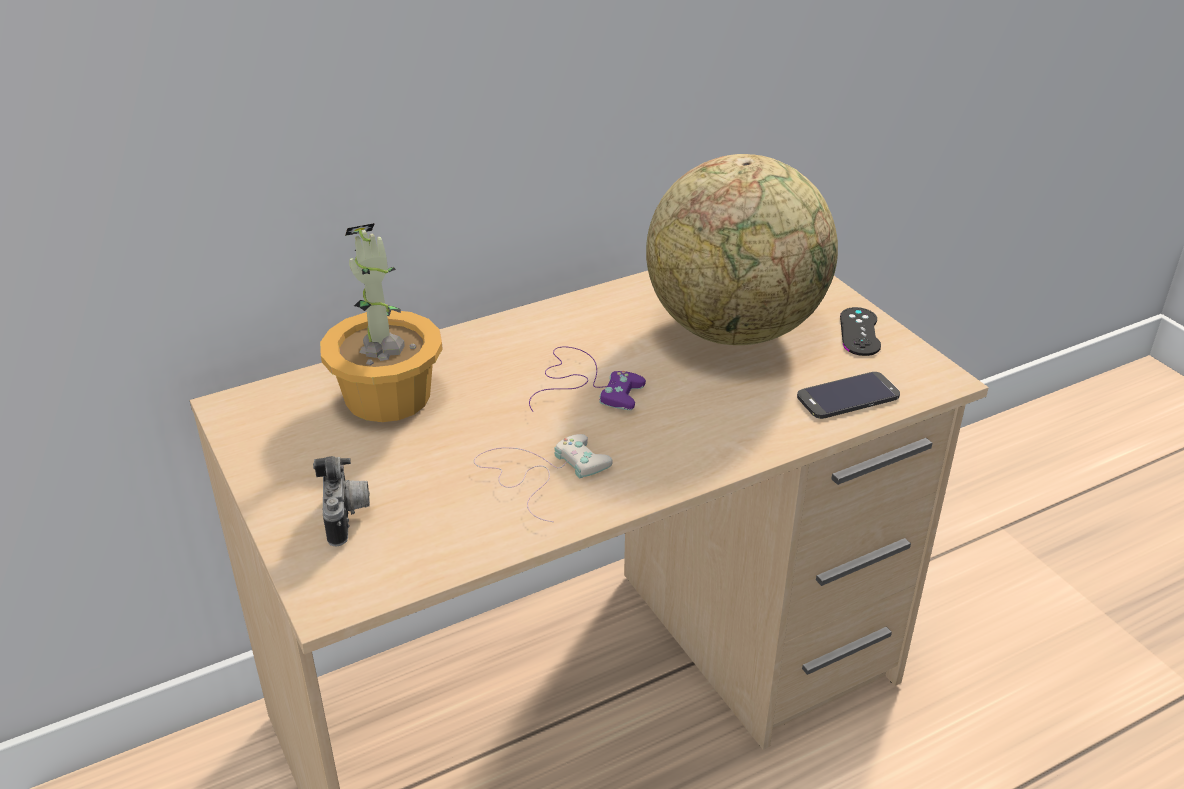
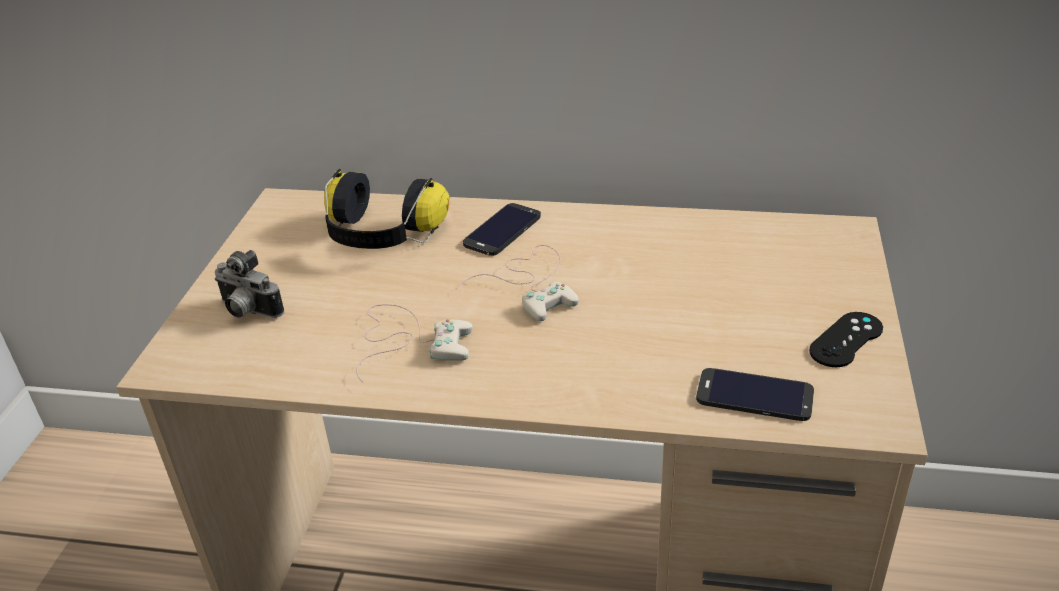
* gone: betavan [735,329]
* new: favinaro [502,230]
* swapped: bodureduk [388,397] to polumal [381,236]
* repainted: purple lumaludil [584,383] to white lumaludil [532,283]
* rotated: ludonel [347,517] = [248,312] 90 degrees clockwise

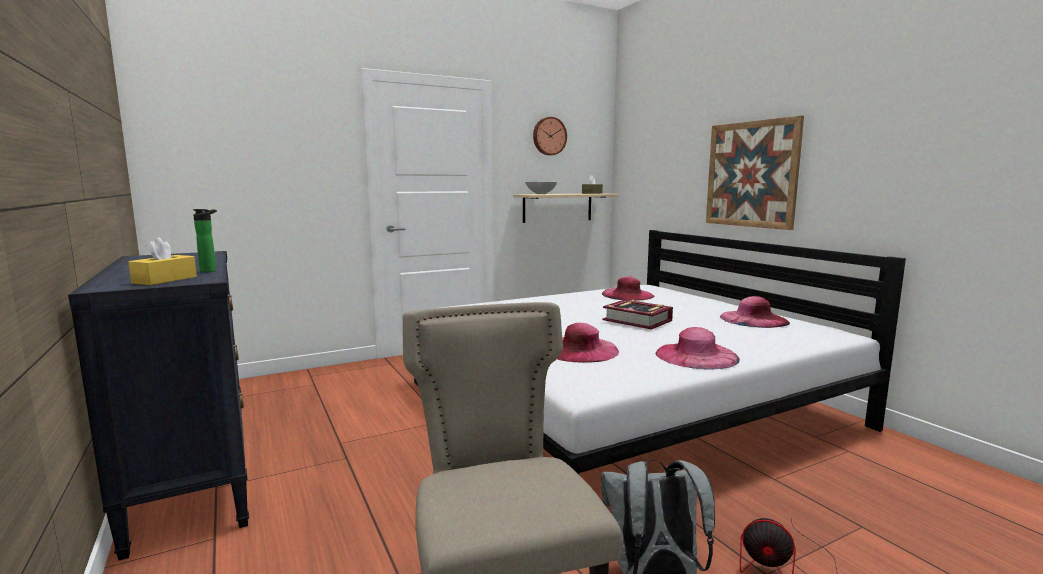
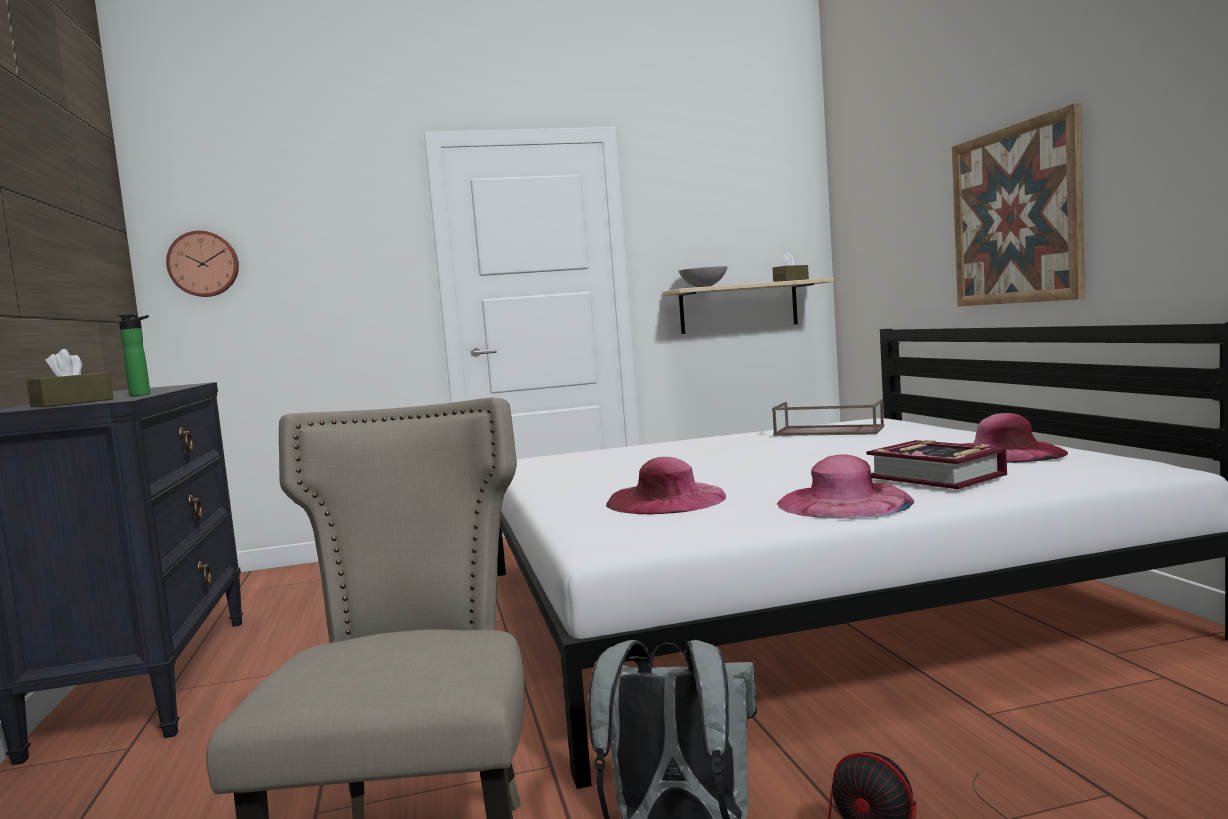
* shifted: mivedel [549,136] to [203,264]
* shifted: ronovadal [637,320] to [936,476]
* swapped: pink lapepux [627,295] to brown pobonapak [827,431]
* repainted: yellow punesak [165,280] to brown punesak [72,403]

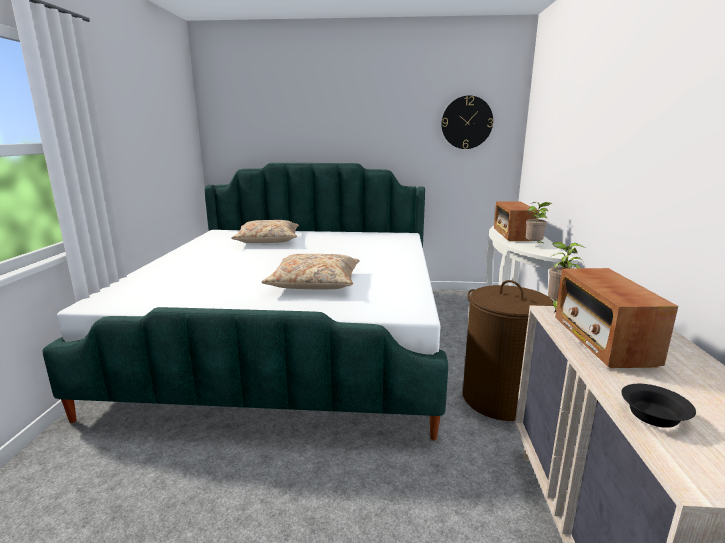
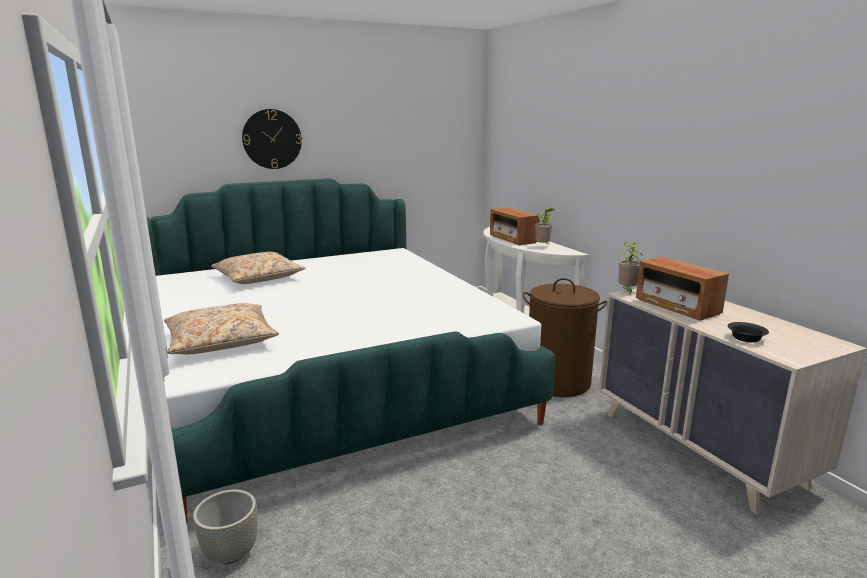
* new: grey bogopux [231,553]
* shifted: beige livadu [315,283] to [221,341]
* shifted: mivedel [466,122] to [272,139]

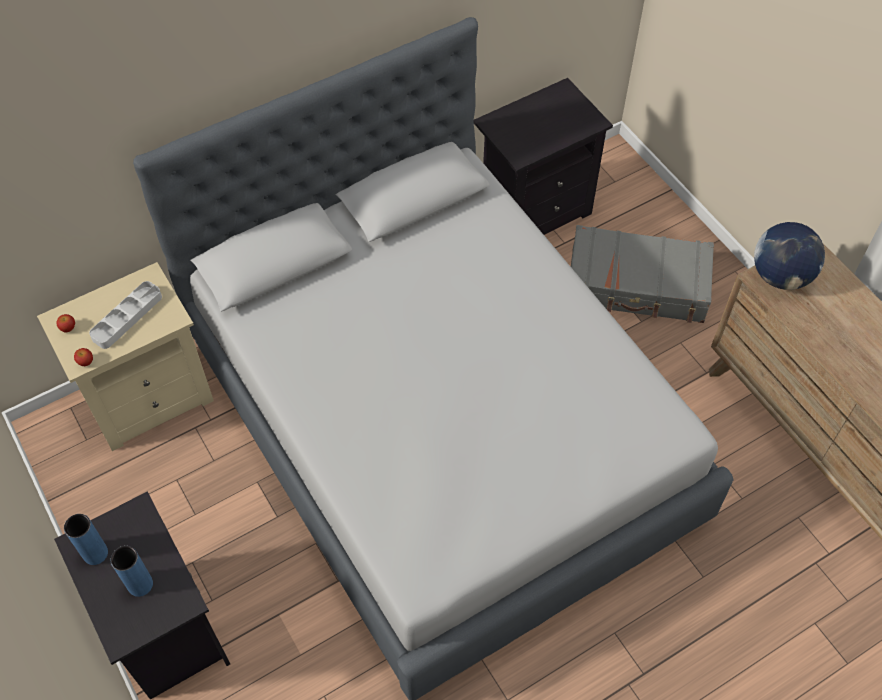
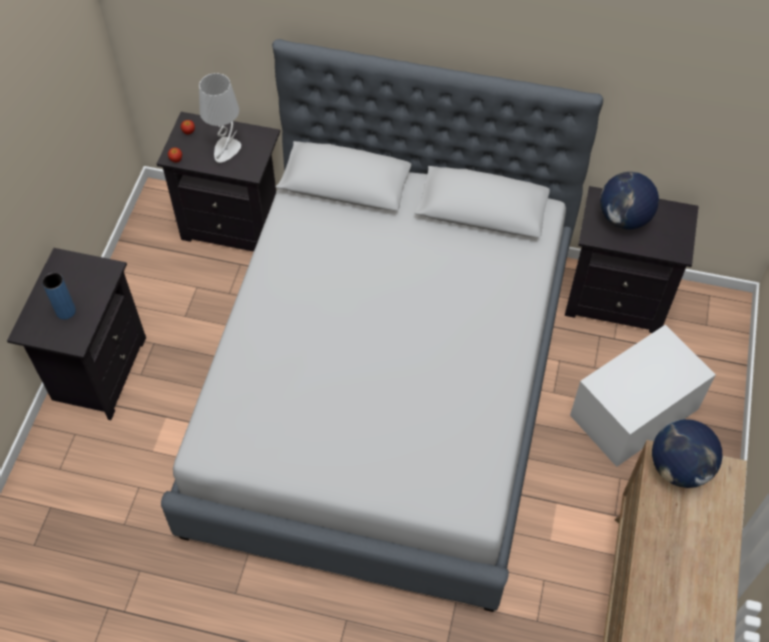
* gone: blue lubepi [95,553]
* new: betavan [624,218]
* swapped: grey pobonapak [127,317] to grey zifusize [226,150]
* swapped: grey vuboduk [637,285] to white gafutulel [634,412]
* repainted: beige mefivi [149,398] to black mefivi [234,224]

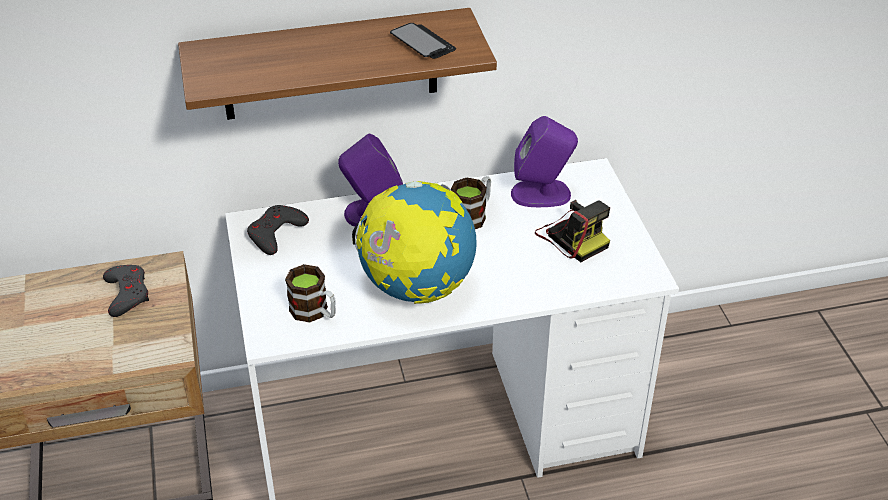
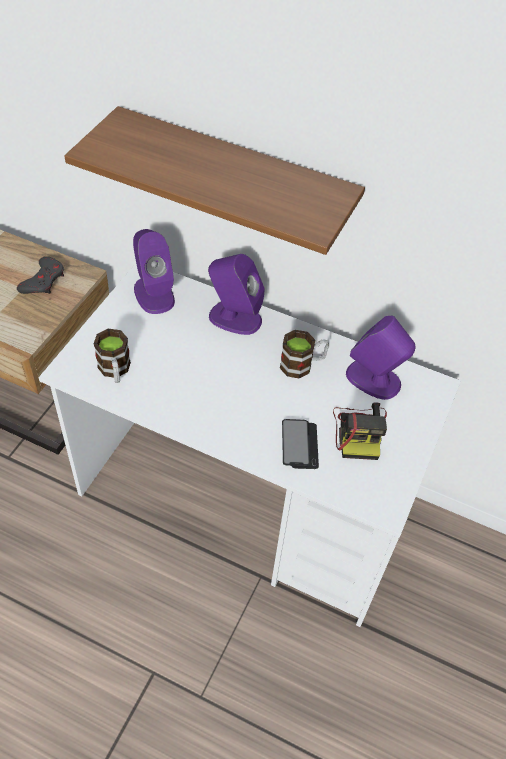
* gone: betavan [416,287]
* shifted: favinaro [422,43] to [299,445]
* swapped: grey lumaludil [276,233] to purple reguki [154,294]

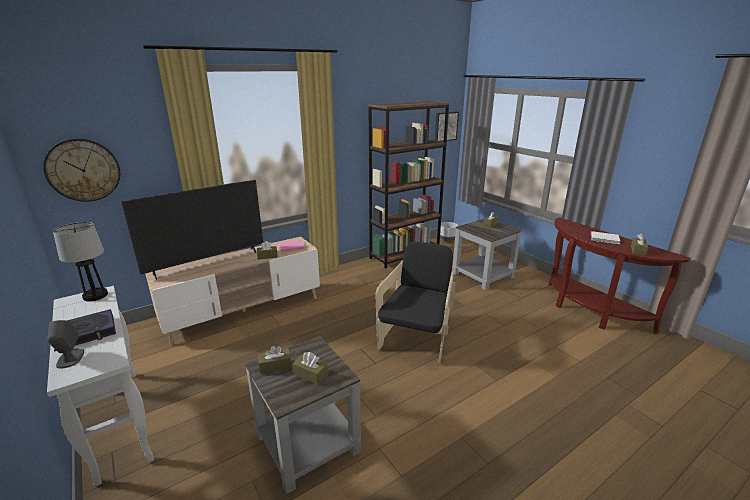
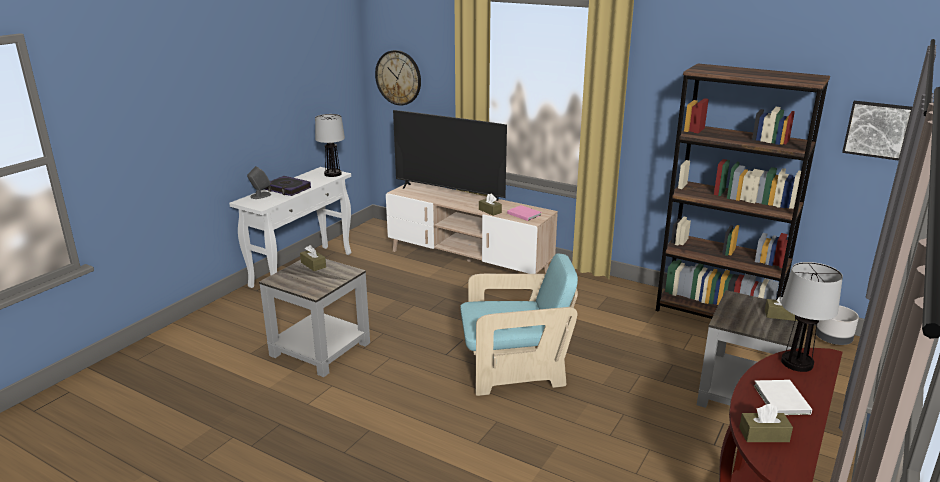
* gone: brown punesak [310,374]
* new: zifusize [796,363]
* repainted: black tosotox [416,337] to turquoise tosotox [514,370]

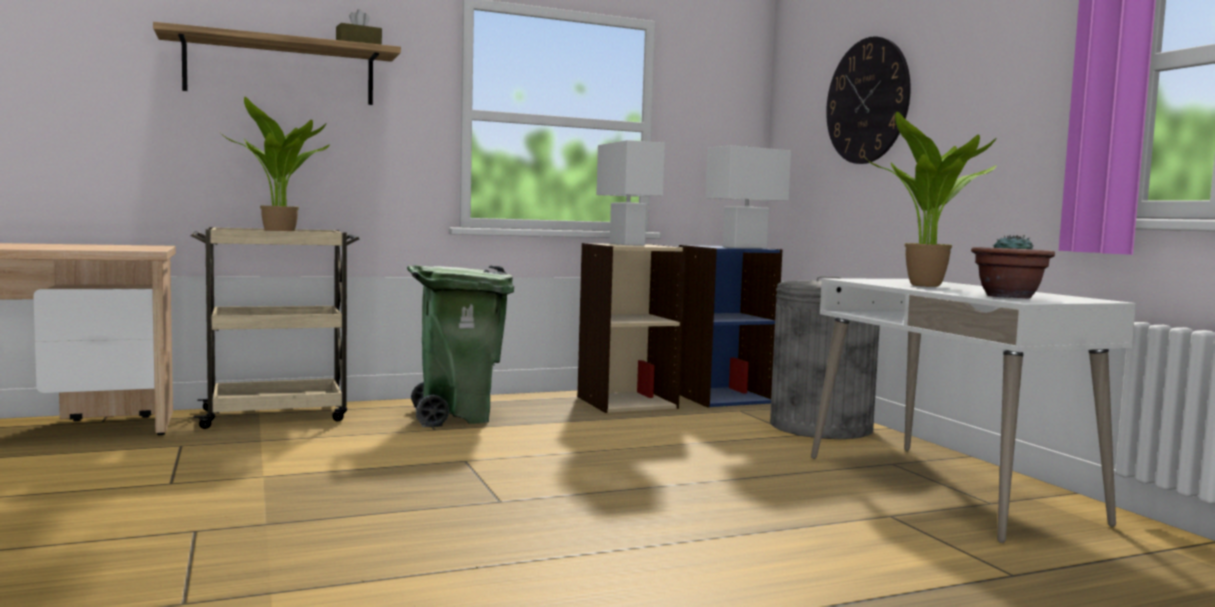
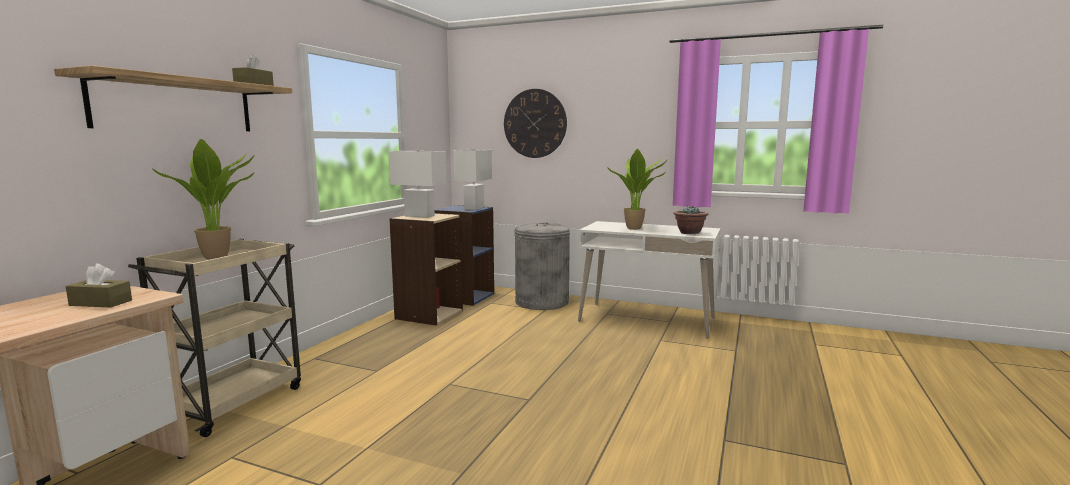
* gone: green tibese [455,417]
* new: brown punesak [101,303]

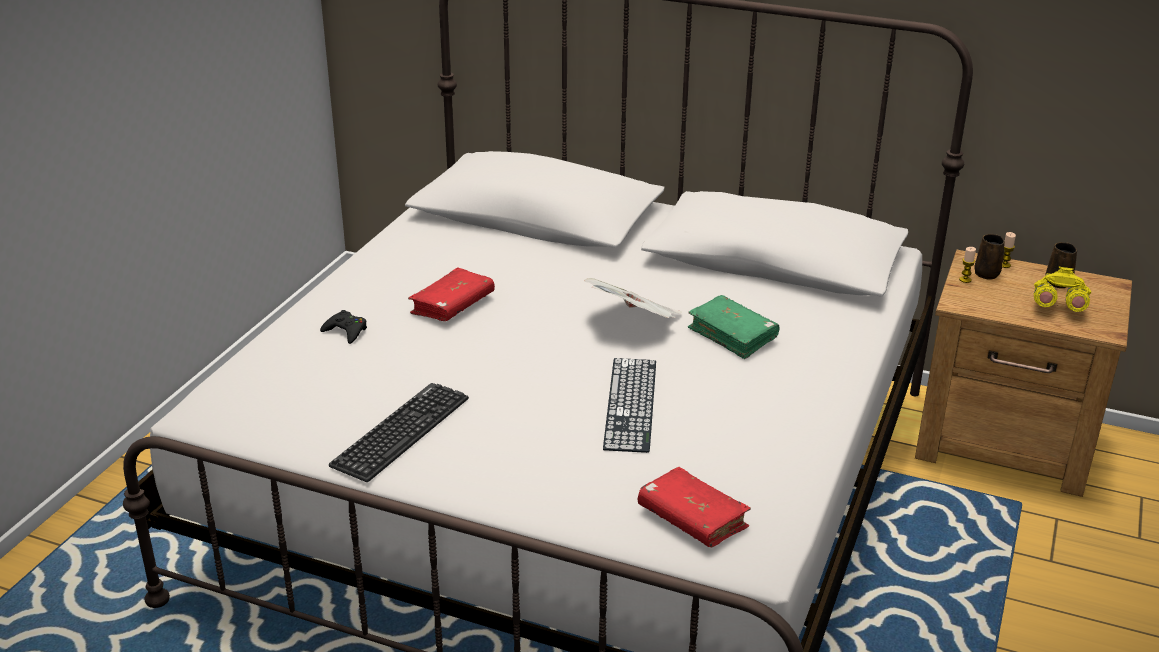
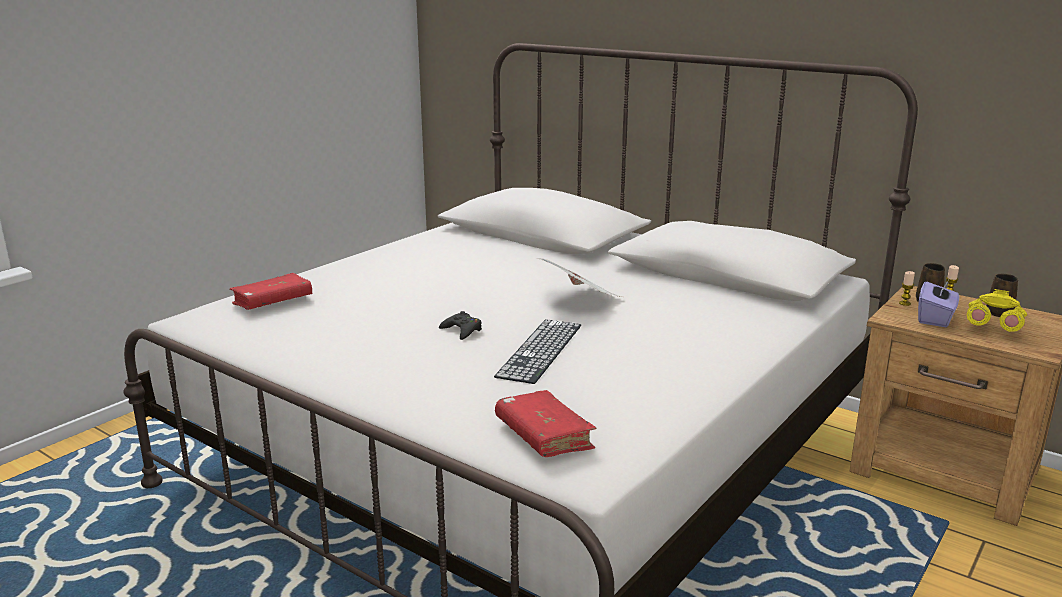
* gone: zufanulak [401,432]
* gone: green ronovadal [732,335]
* new: purple punesak [935,318]
* shifted: black lumaludil [346,331] to [462,330]
* shifted: red ronovadal [452,305] to [273,302]

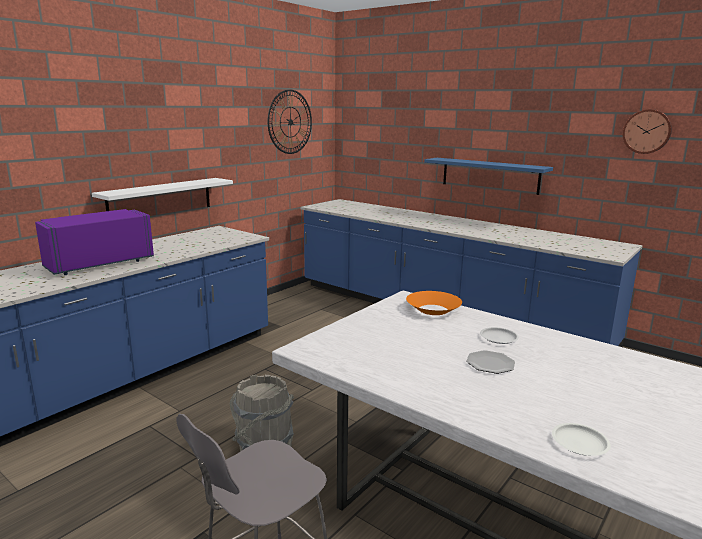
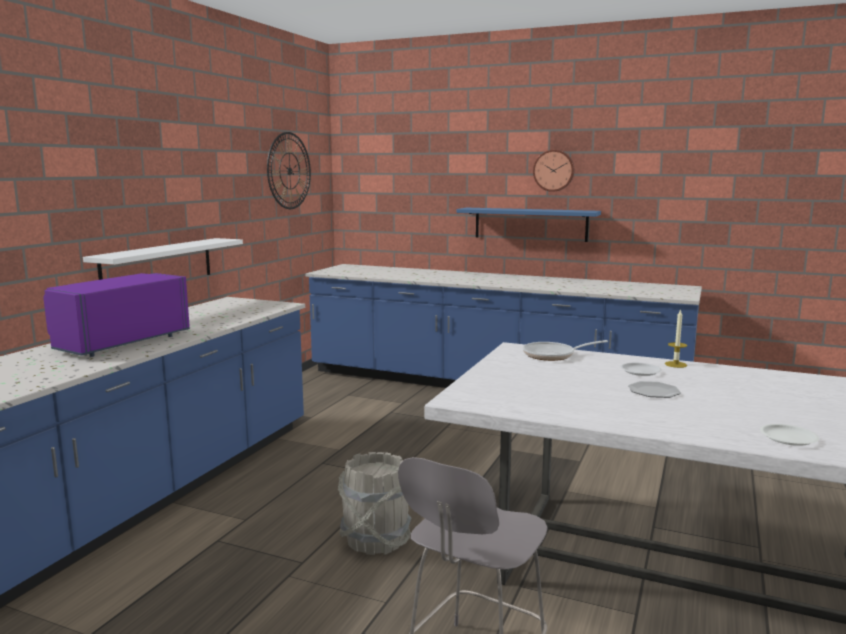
* new: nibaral [675,364]
* shifted: mivedel [647,131] to [554,170]
* swapped: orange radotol [433,309] to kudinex [553,355]

